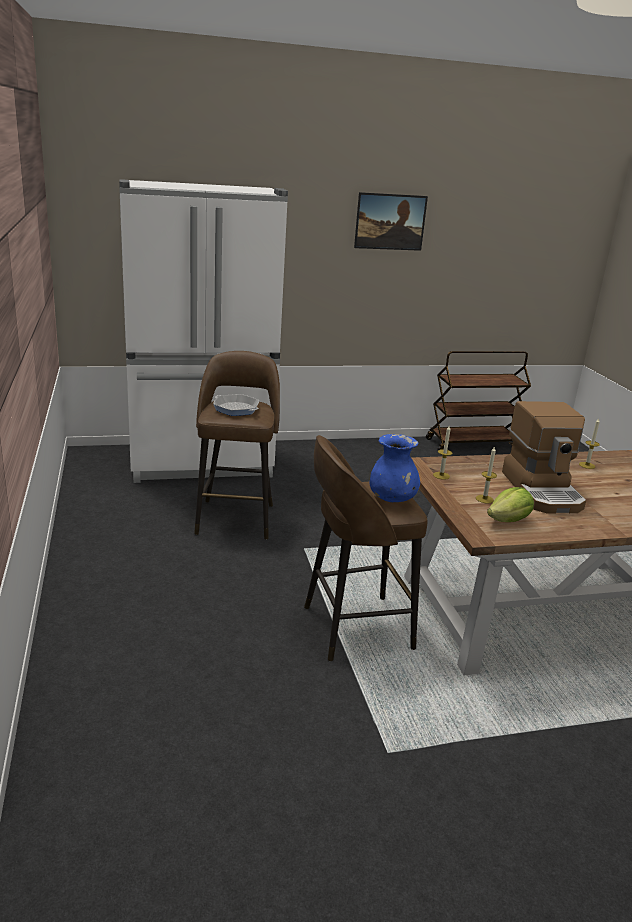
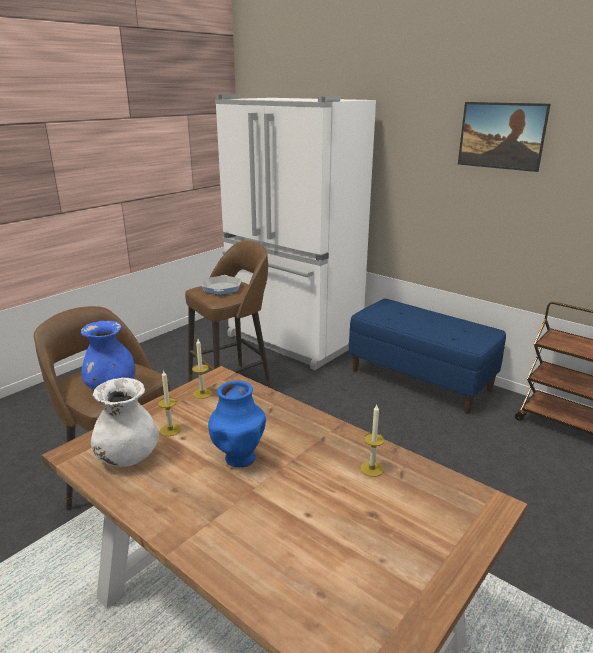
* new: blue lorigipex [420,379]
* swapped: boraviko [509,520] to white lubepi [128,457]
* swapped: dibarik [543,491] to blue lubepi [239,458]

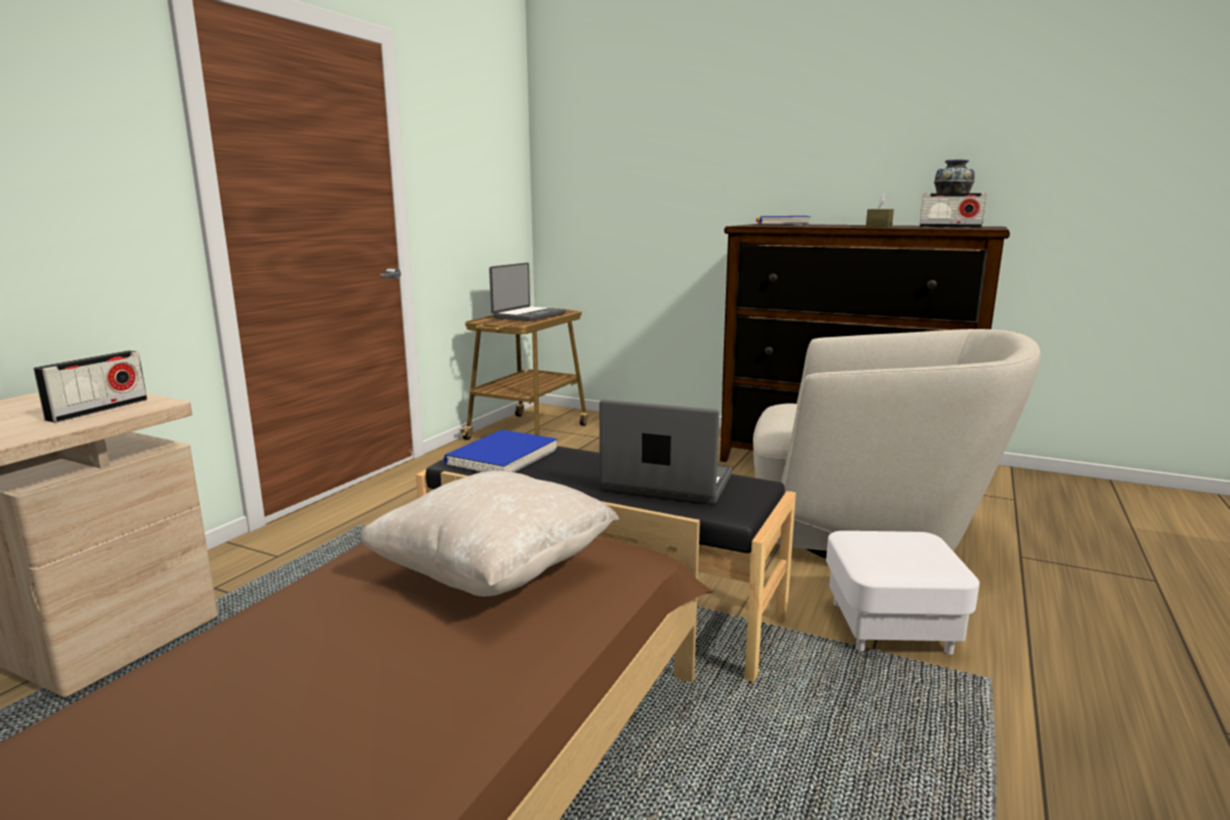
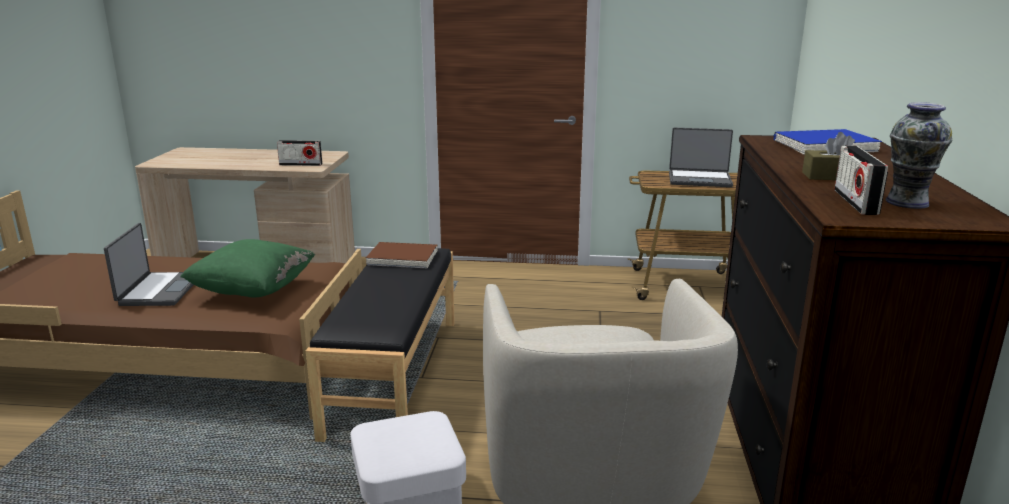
* shifted: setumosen [666,483] to [159,290]
* repainted: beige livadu [493,574] to green livadu [253,291]
* repainted: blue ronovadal [502,458] to brown ronovadal [402,258]

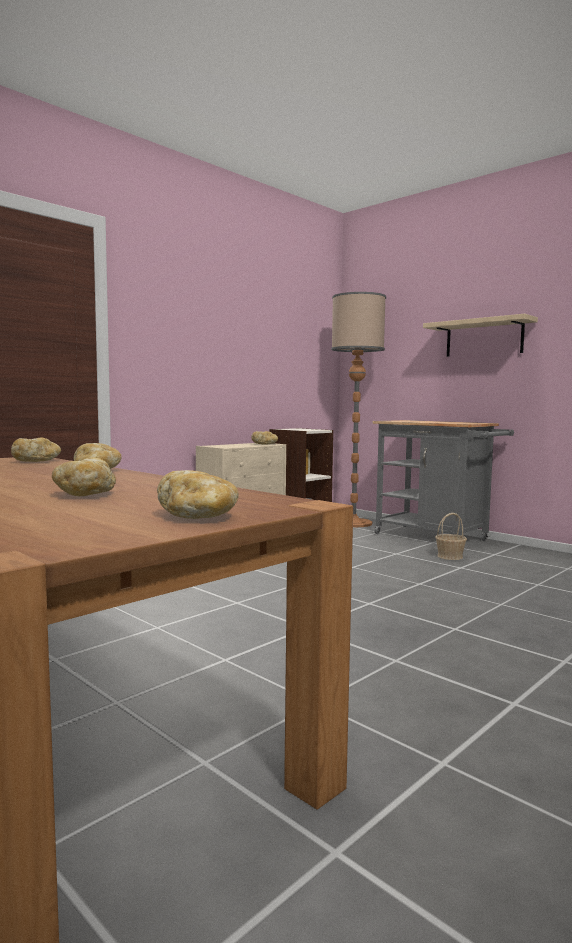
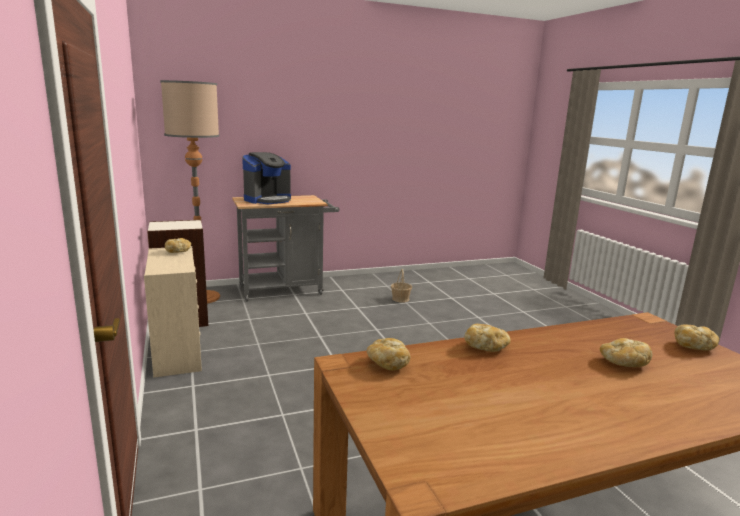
* gone: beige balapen [484,338]
* new: dibarik [268,200]
* shifted: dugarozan [450,556] to [400,299]

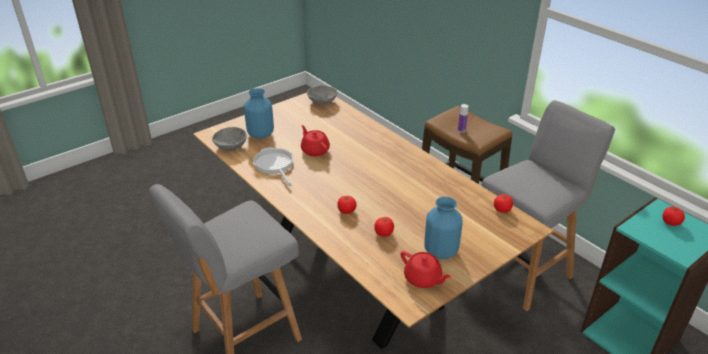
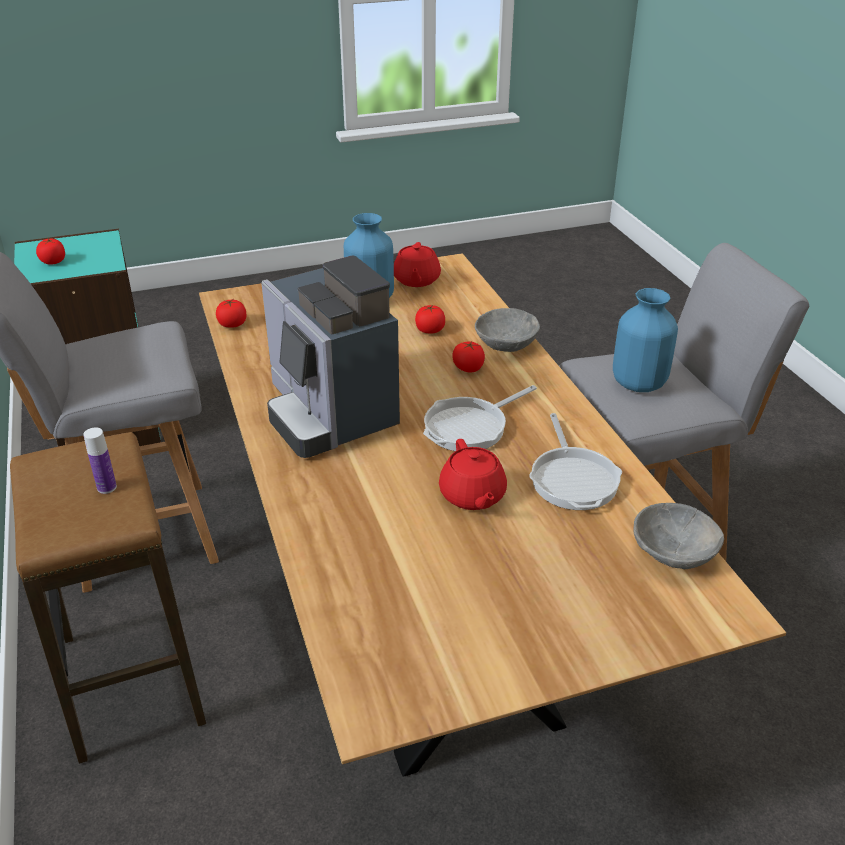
* new: dibarik [329,413]
* new: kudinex [470,427]
* shifted: blue lubepi [260,134] to [639,383]
* shifted: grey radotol [322,102] to [506,344]
* rotated: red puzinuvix [423,279] = [416,280] 150 degrees counterclockwise

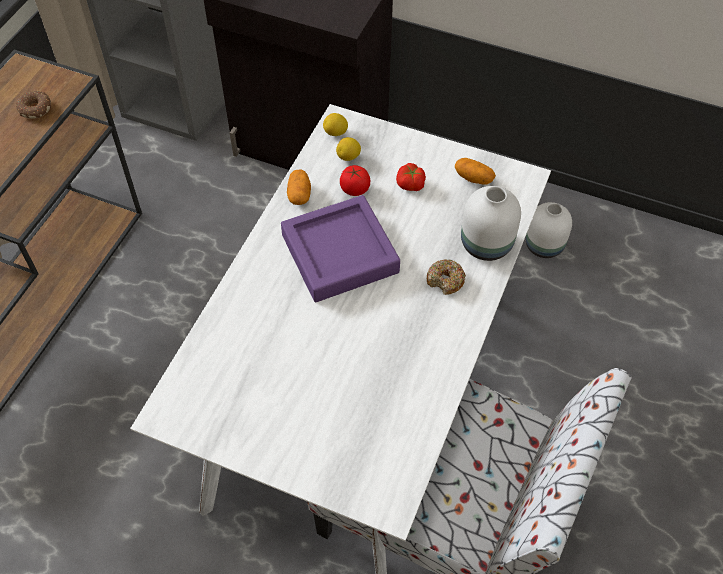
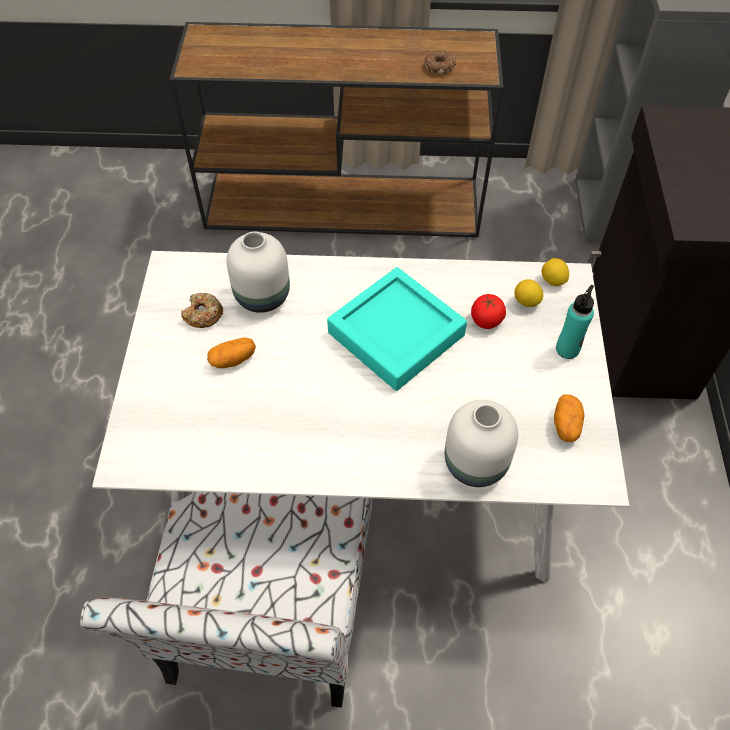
* gone: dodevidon [410,184]
* new: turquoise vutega [567,349]
* shifted: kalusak [299,194] to [233,359]
* shifted: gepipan [445,281] to [203,315]
* shifted: white lubepi [545,245] to [263,297]
* repainted: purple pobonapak [340,254] to turquoise pobonapak [396,334]

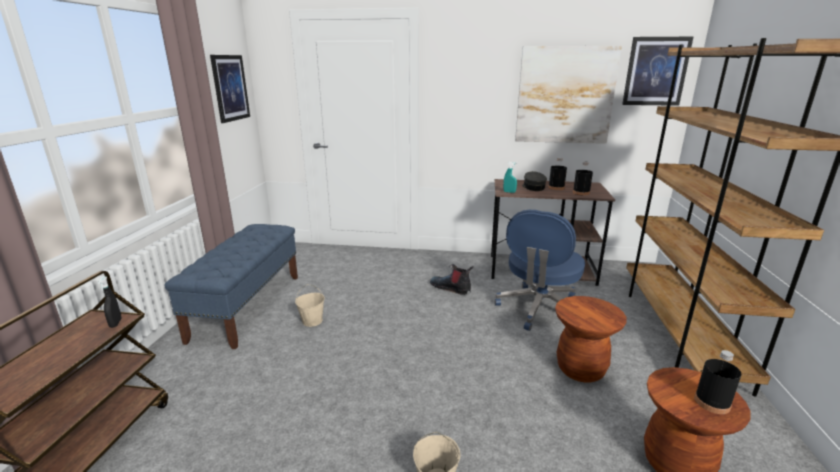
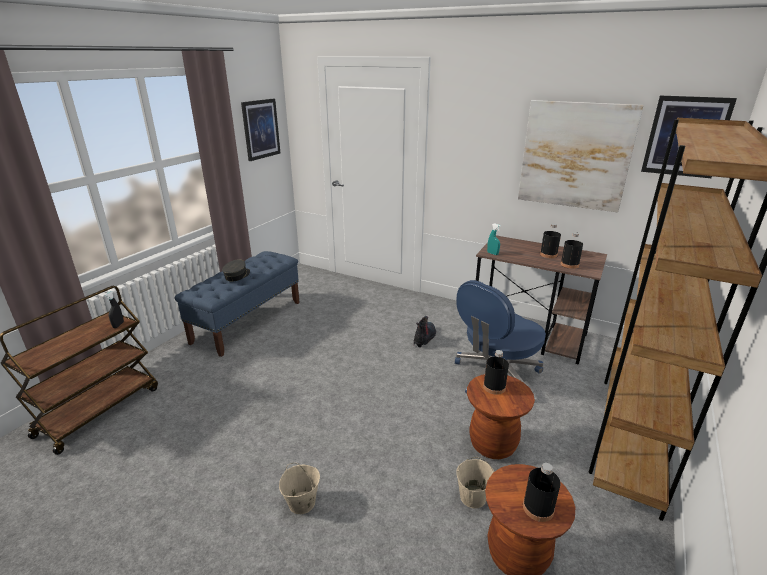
* new: black vutega [494,387]
* shifted: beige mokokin [312,321] to [473,496]
* shifted: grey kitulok [533,187] to [237,275]
* rotated: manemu [451,288] = [424,338] 60 degrees clockwise

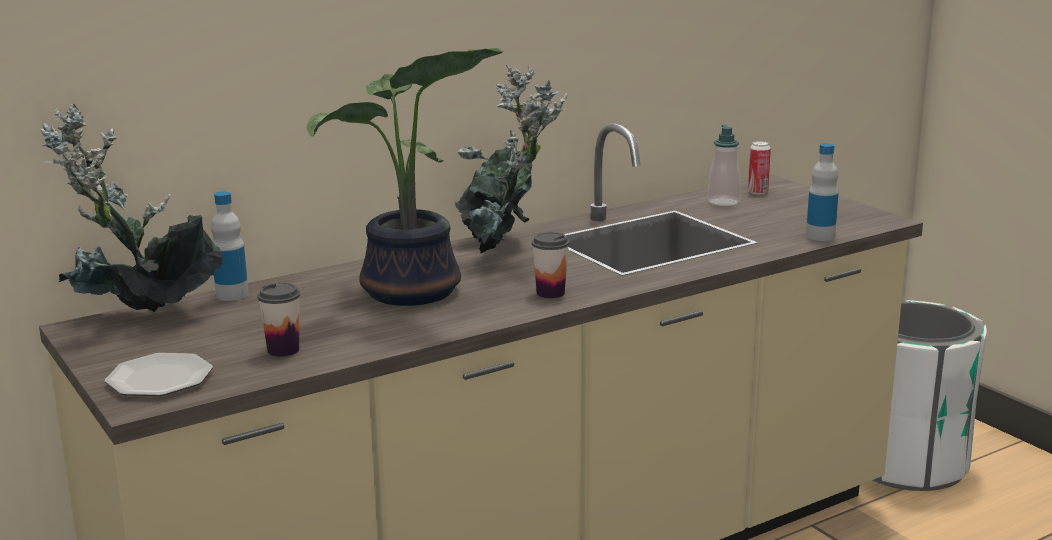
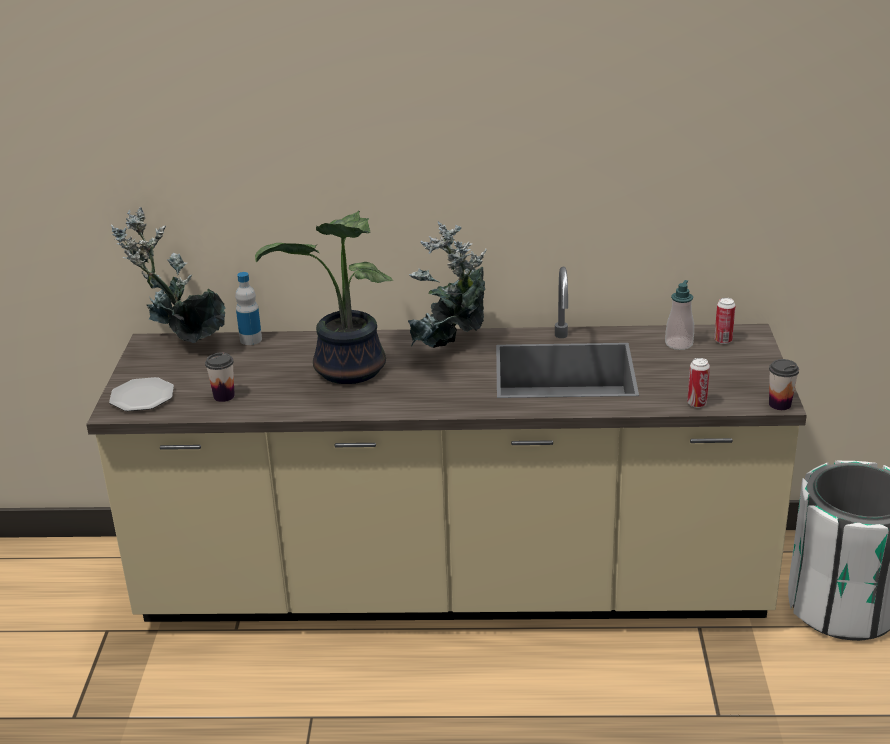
* shifted: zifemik [550,293] to [779,404]
* swapped: vutega [820,236] to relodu [696,404]

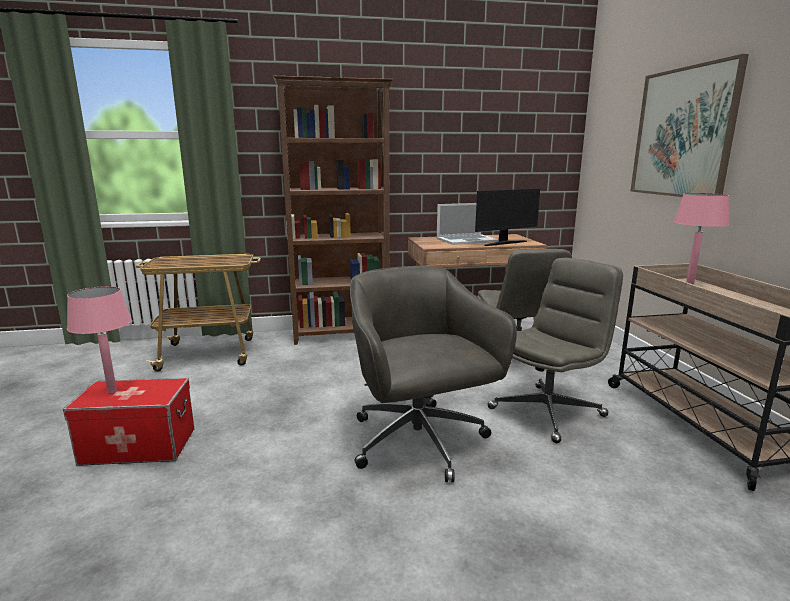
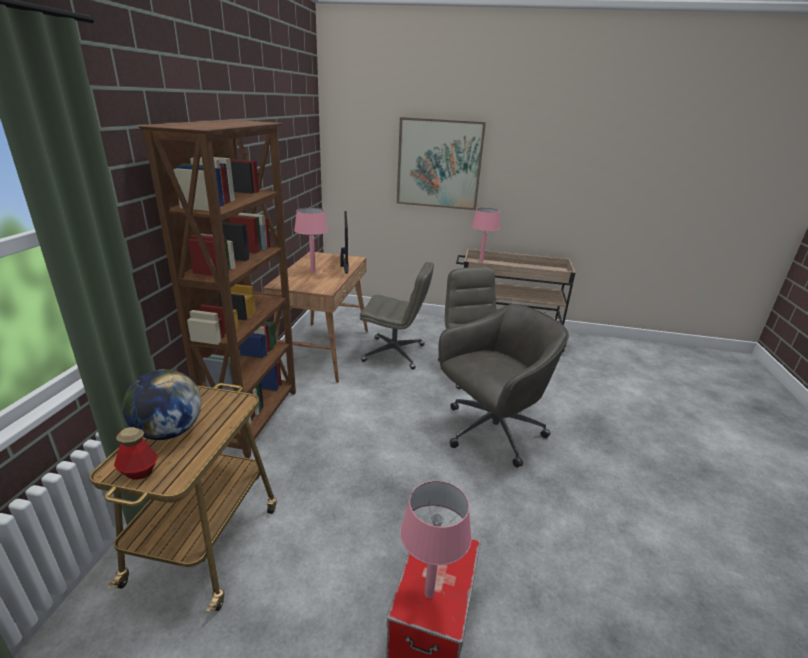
* new: vutega [139,472]
* new: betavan [169,432]
* swapped: setumosen [466,240] to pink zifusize [313,272]
* rotated: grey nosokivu [419,443] = [491,432] 150 degrees clockwise

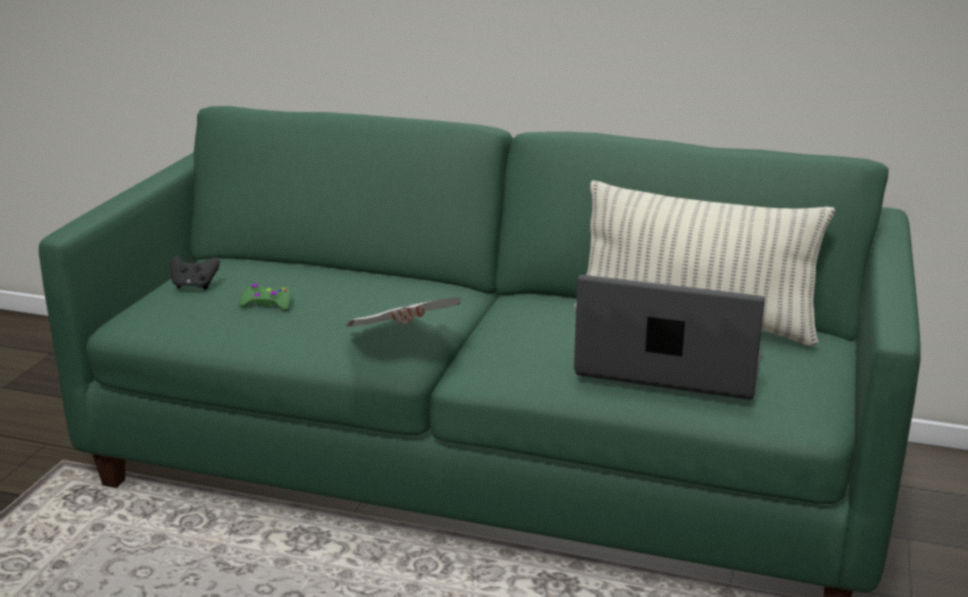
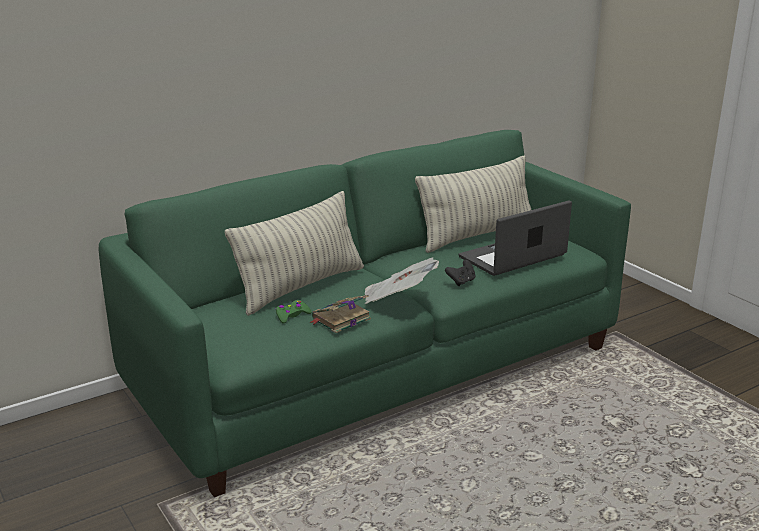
* new: livadu [301,287]
* new: ronovadal [340,319]
* shifted: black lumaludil [194,286] to [461,282]

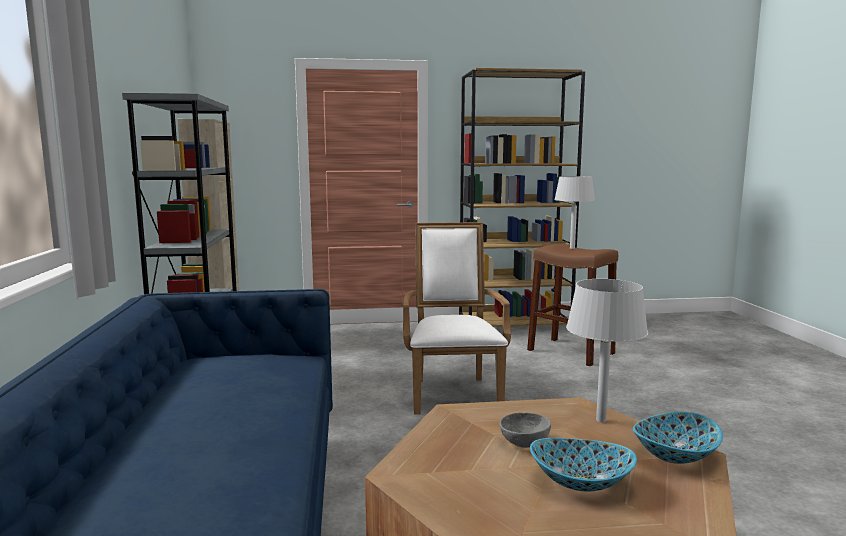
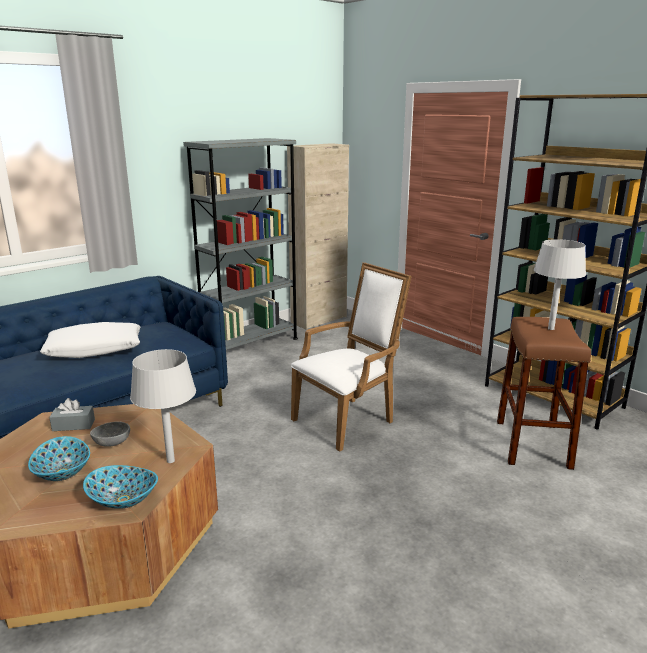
* new: white livadu [94,349]
* new: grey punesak [73,425]

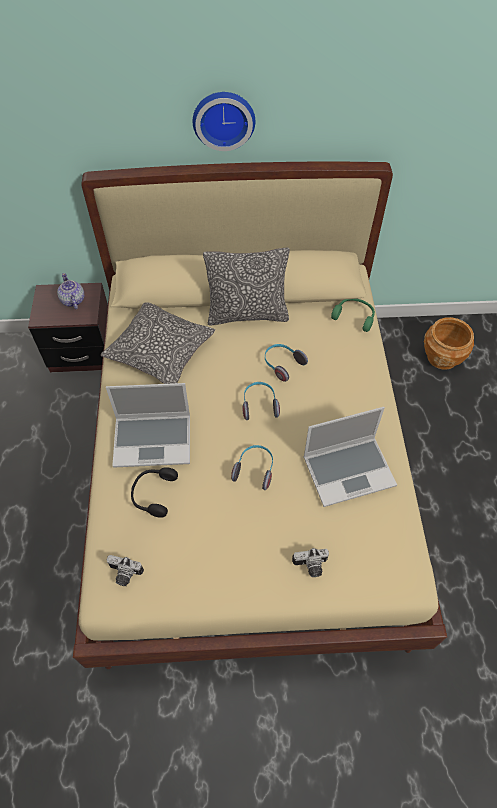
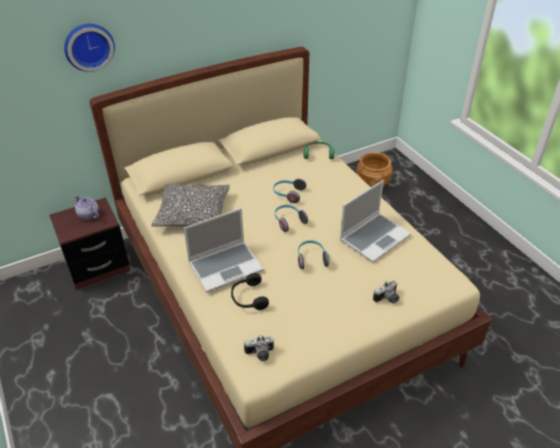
* gone: livadu [247,314]
* shifted: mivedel [223,118] to [88,46]

